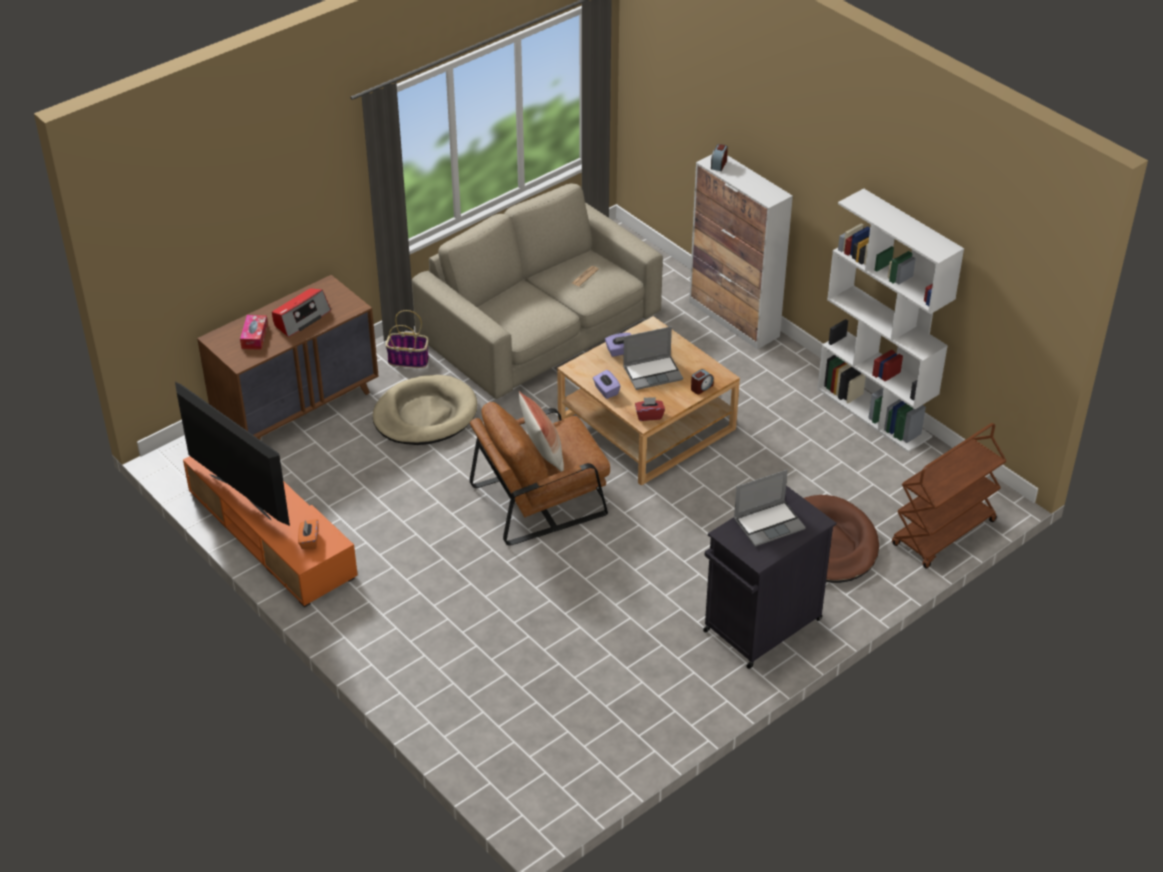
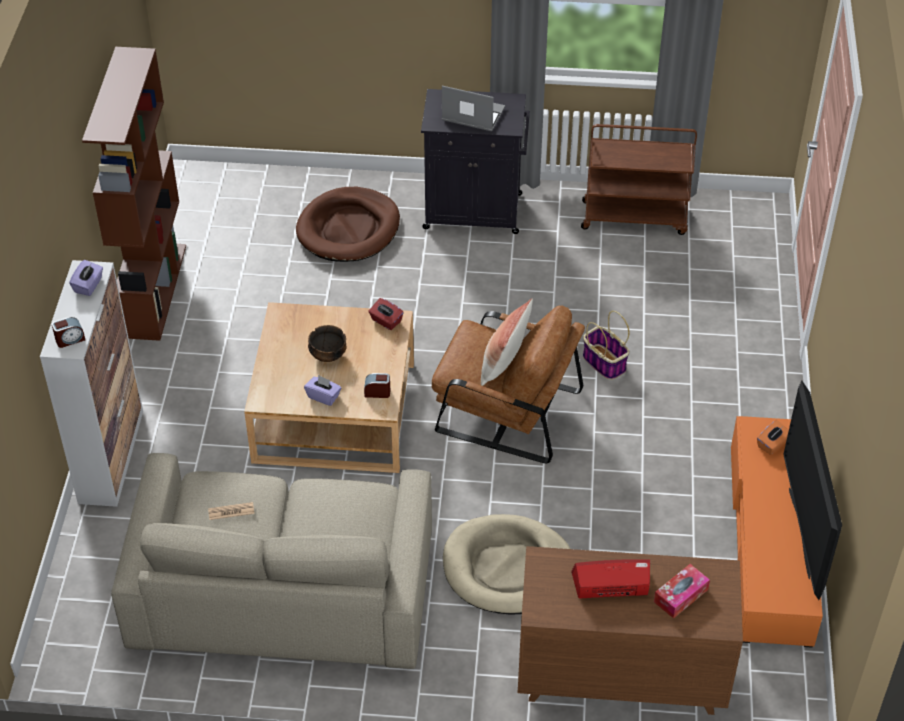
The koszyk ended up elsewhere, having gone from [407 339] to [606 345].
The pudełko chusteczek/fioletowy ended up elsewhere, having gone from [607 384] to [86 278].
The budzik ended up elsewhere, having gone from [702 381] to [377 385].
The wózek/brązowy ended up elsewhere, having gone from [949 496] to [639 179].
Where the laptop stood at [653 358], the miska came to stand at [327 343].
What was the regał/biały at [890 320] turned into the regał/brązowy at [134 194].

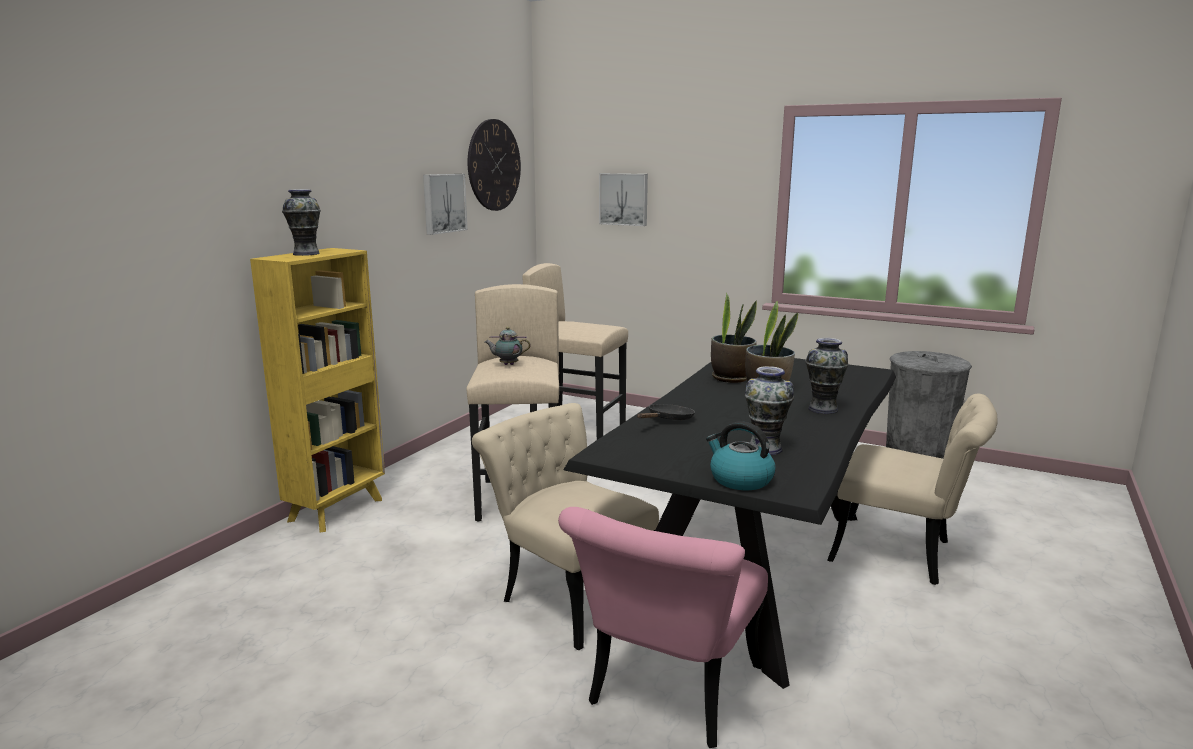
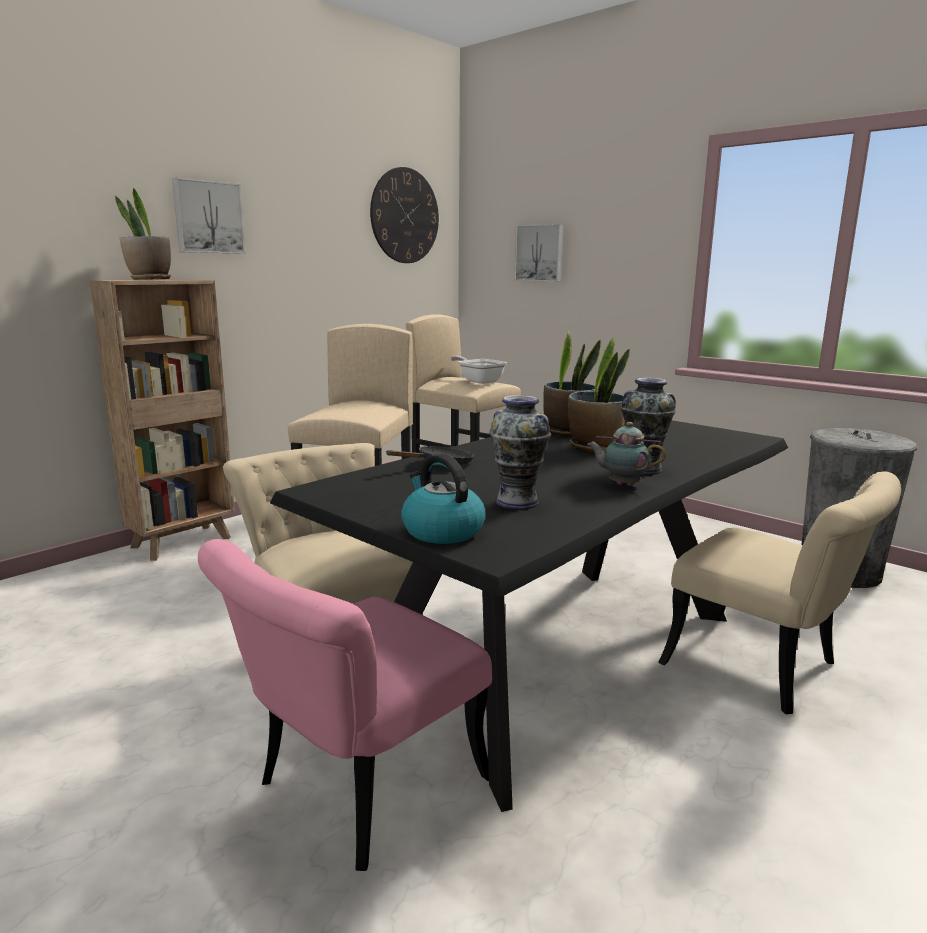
The second view gained the patelnia at [479 370].
The obraz ended up elsewhere, having gone from [445 204] to [209 216].
The imbryk ended up elsewhere, having gone from [508 346] to [626 454].
Where the wazon stood at [301 222], the roślina doniczkowa came to stand at [143 234].
What was the regał/żółty at [317 390] turned into the regał/brązowy at [162 420].

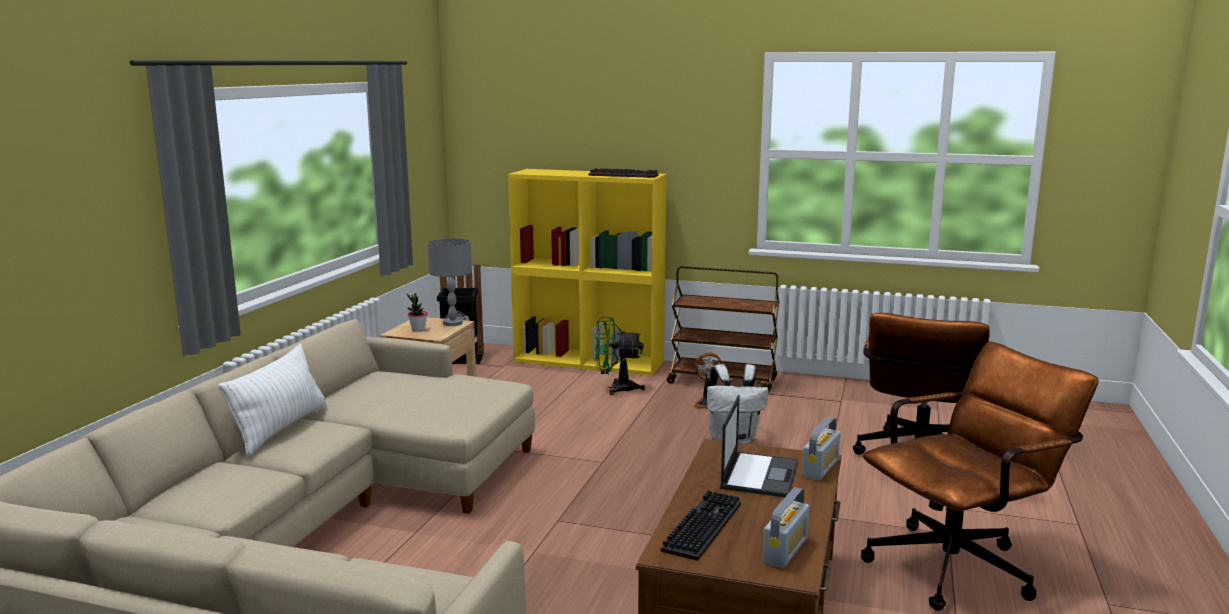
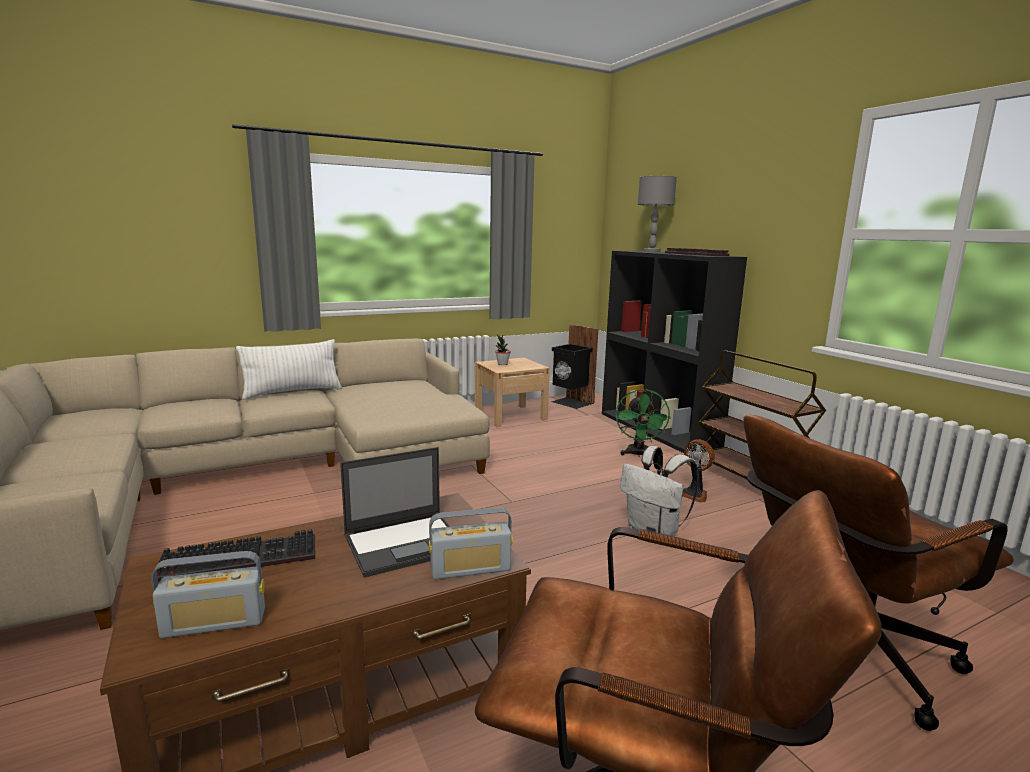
The lampa stołowa/szary ended up elsewhere, having gone from [450 282] to [657 214].
What was the regał/żółty at [587 272] turned into the regał/czarny at [674 352].
The wentylator/zielony at [619 356] ended up facing another way, 135 degrees counterclockwise from before.

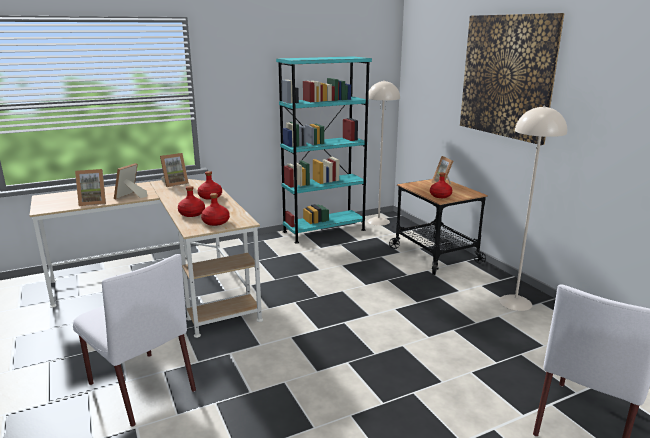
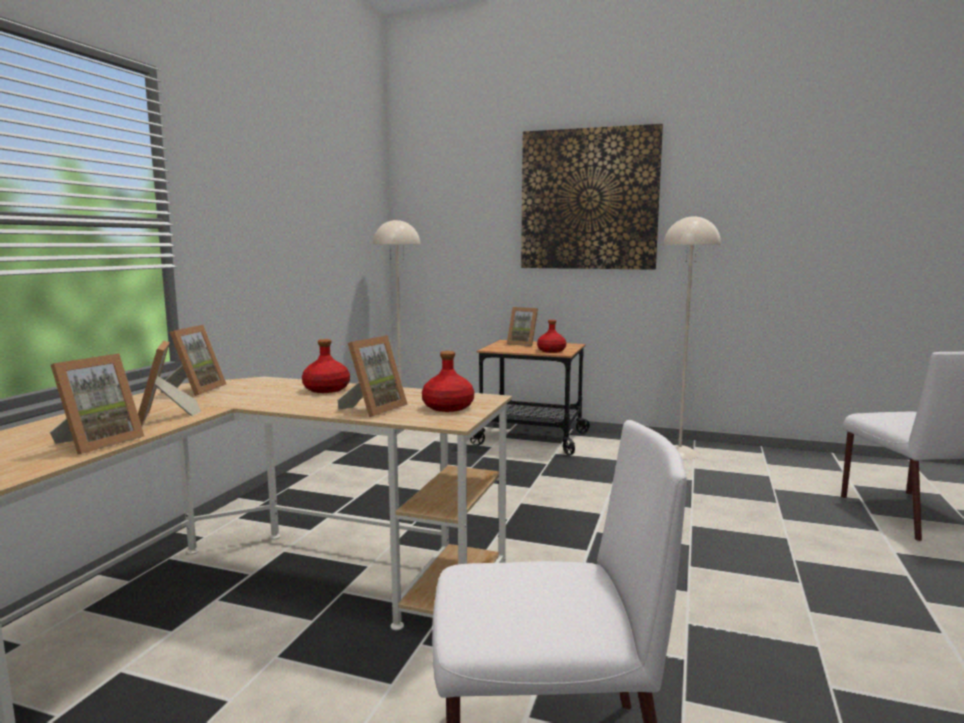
The second view lost the regał/turkusowy at [324 150].
Where the butelka/czerwony stood at [191 201], the ramka na zdjęcie came to stand at [372 376].

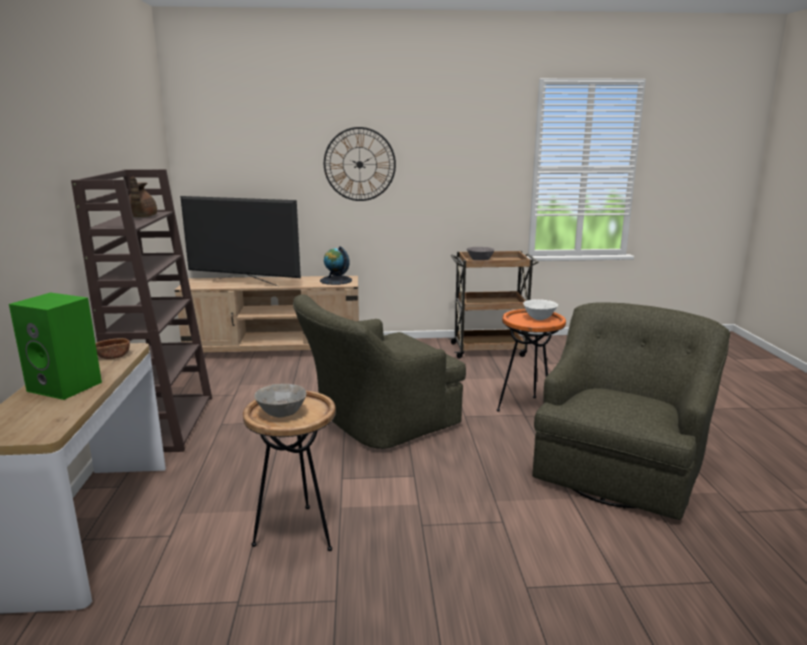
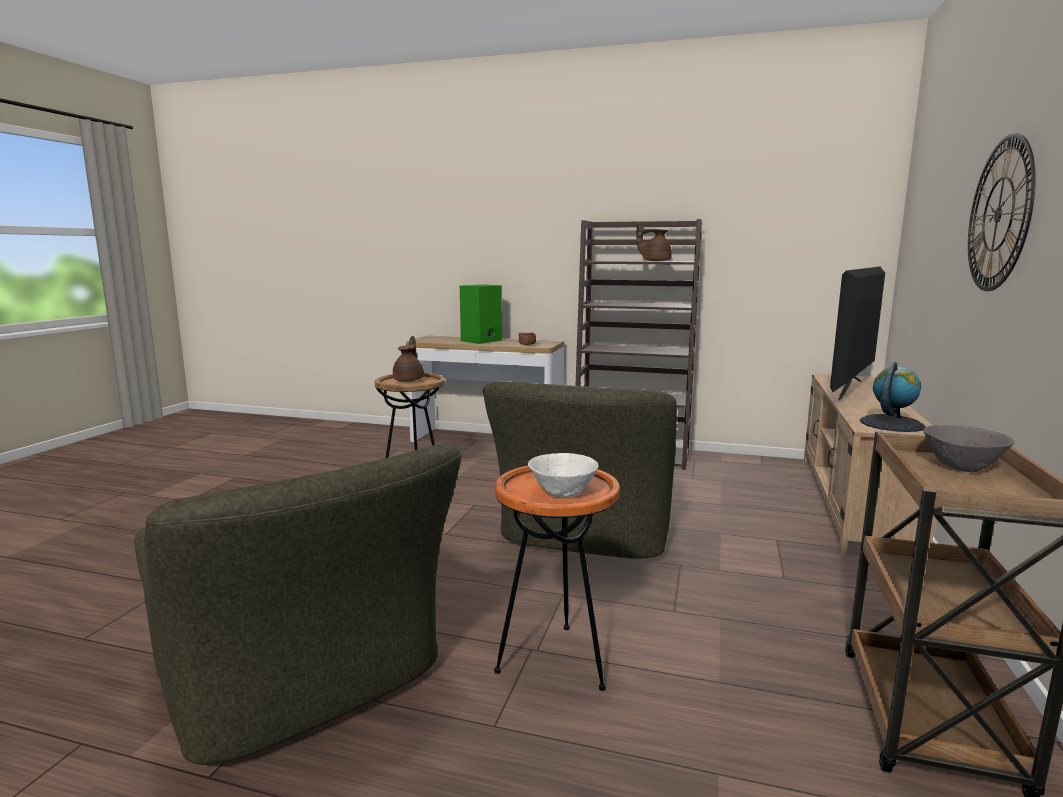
Where the miska/szary stood at [280 401], the imbryk/brązowy came to stand at [408 358].
The fotel/zielony at [379 371] ended up facing another way, 150 degrees counterclockwise from before.

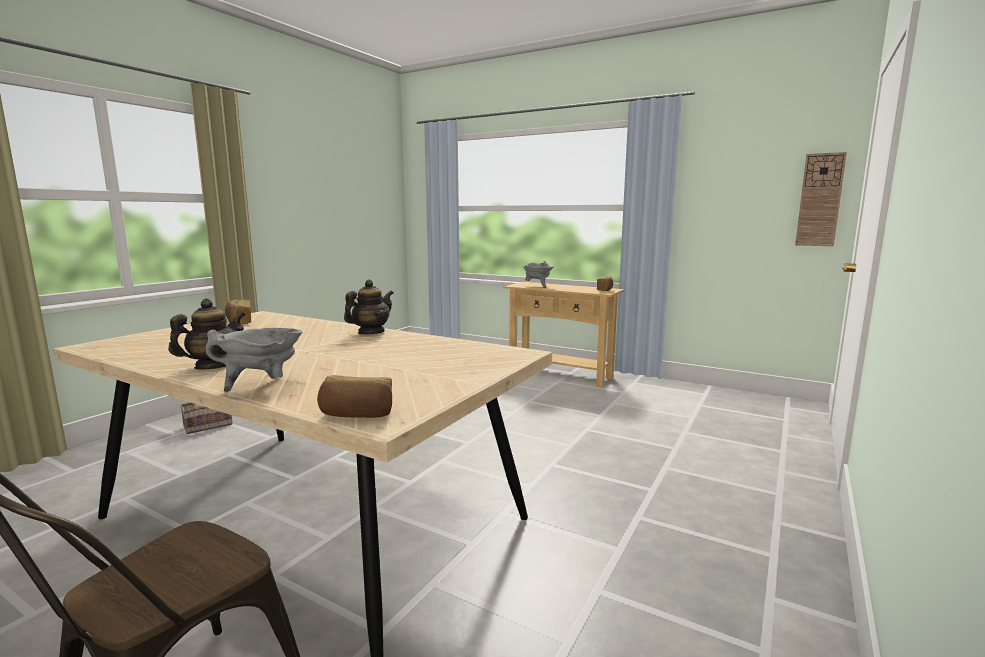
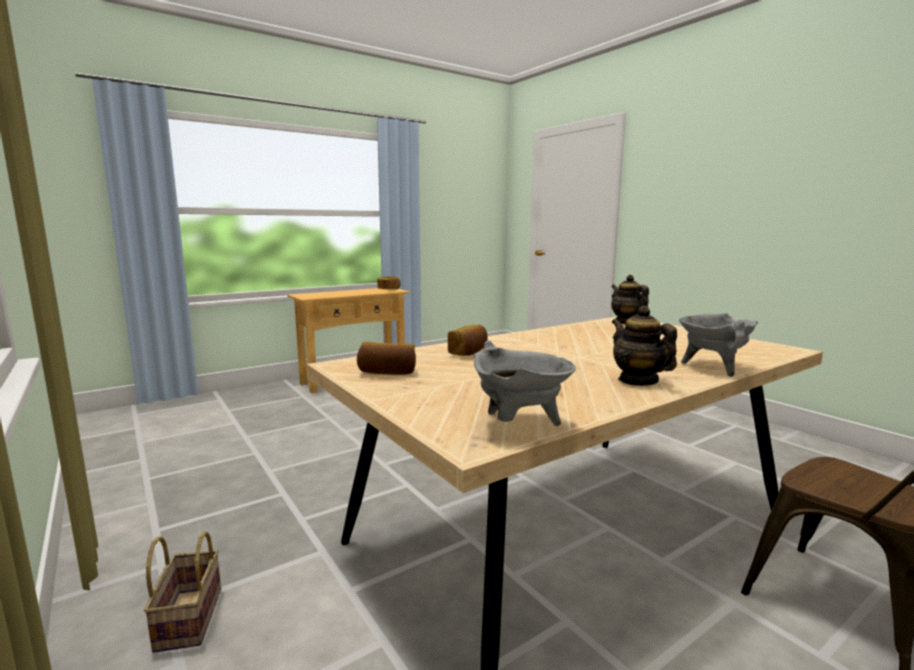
The second view lost the zegar ścienny at [821 199].
The chleb ended up elsewhere, having gone from [354 396] to [468 340].
The imbryk ended up elsewhere, having gone from [368 306] to [630 299].
The garnek/szary ended up elsewhere, having gone from [538 274] to [525 383].

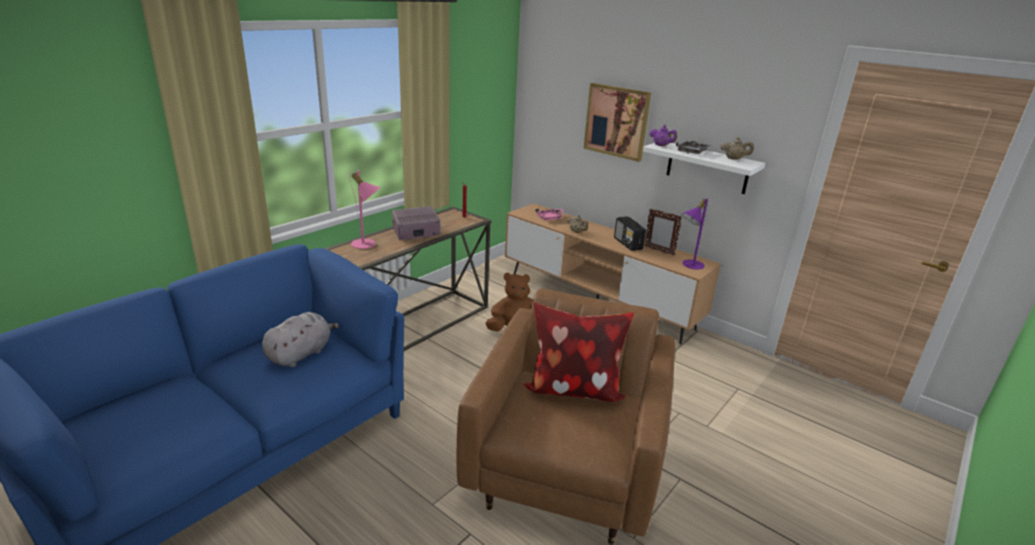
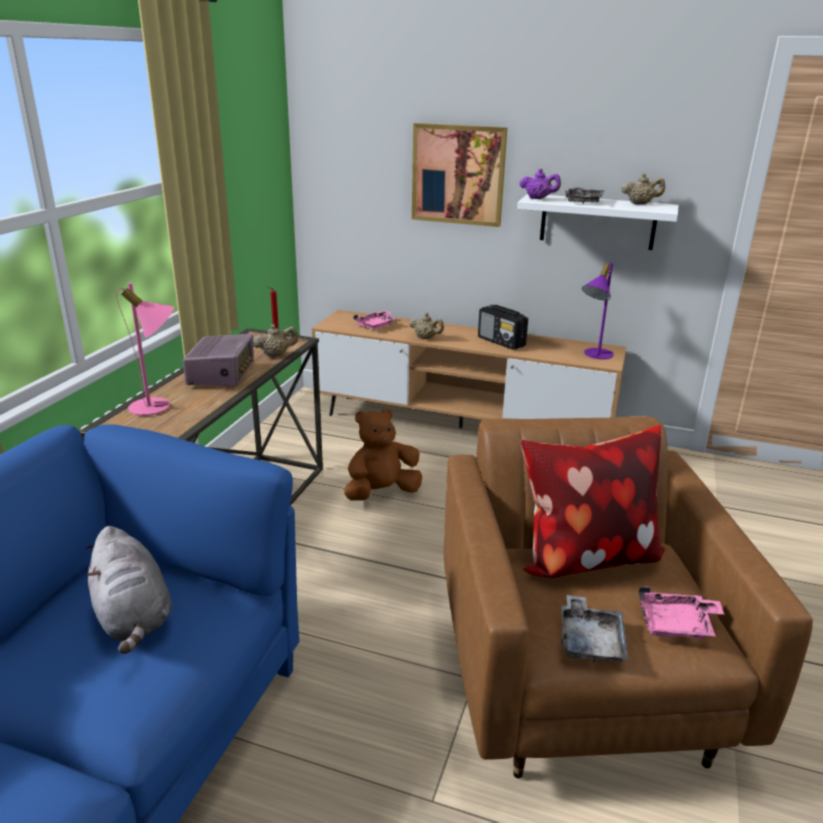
The second view lost the ramka na zdjęcie at [663 231].
The second view gained the imbryk/beżowy at [275 340].
The second view gained the taca/szary at [594 629].
The second view gained the taca/różowy at [681 612].
The pluszak/szary at [300 339] ended up facing another way, 135 degrees clockwise from before.
The radio at [416 223] ended up facing another way, 135 degrees clockwise from before.

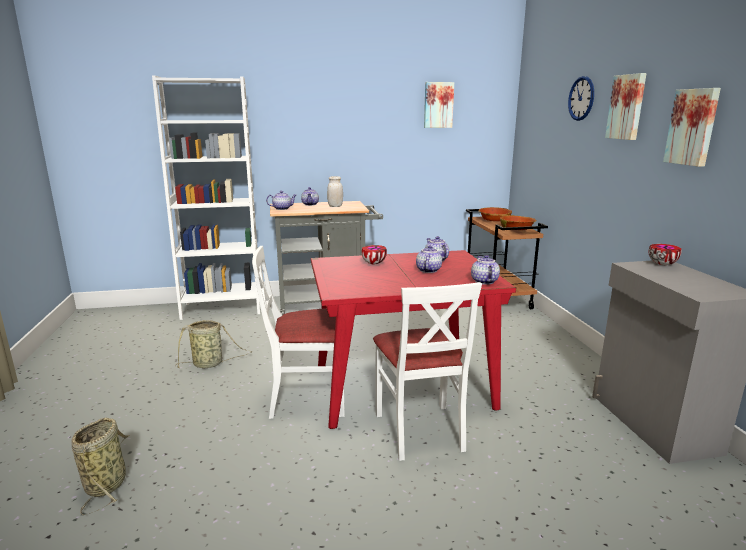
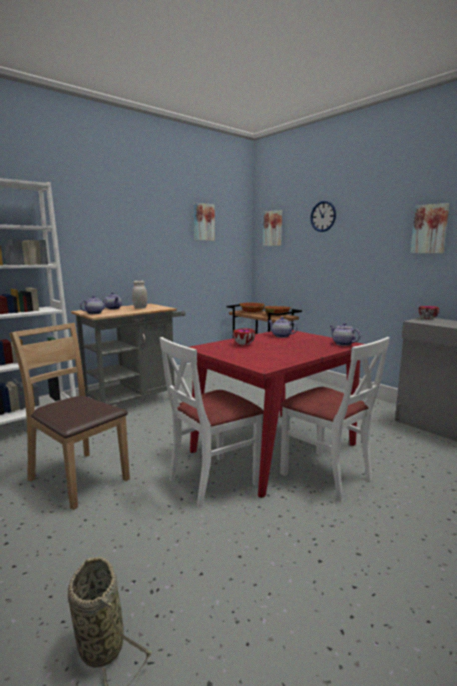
The second view lost the imbryk at [429 259].
The obraz ended up elsewhere, having gone from [626 106] to [272 228].
Where the koszyk stood at [213 344], the krzesło/brązowy came to stand at [69 416].

